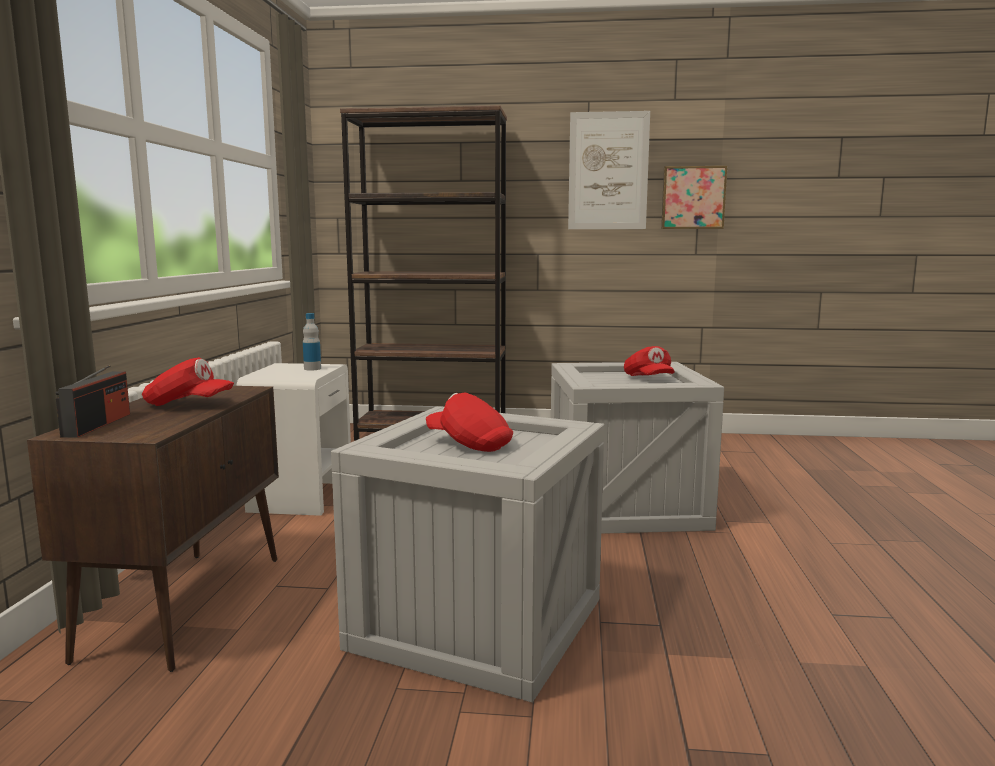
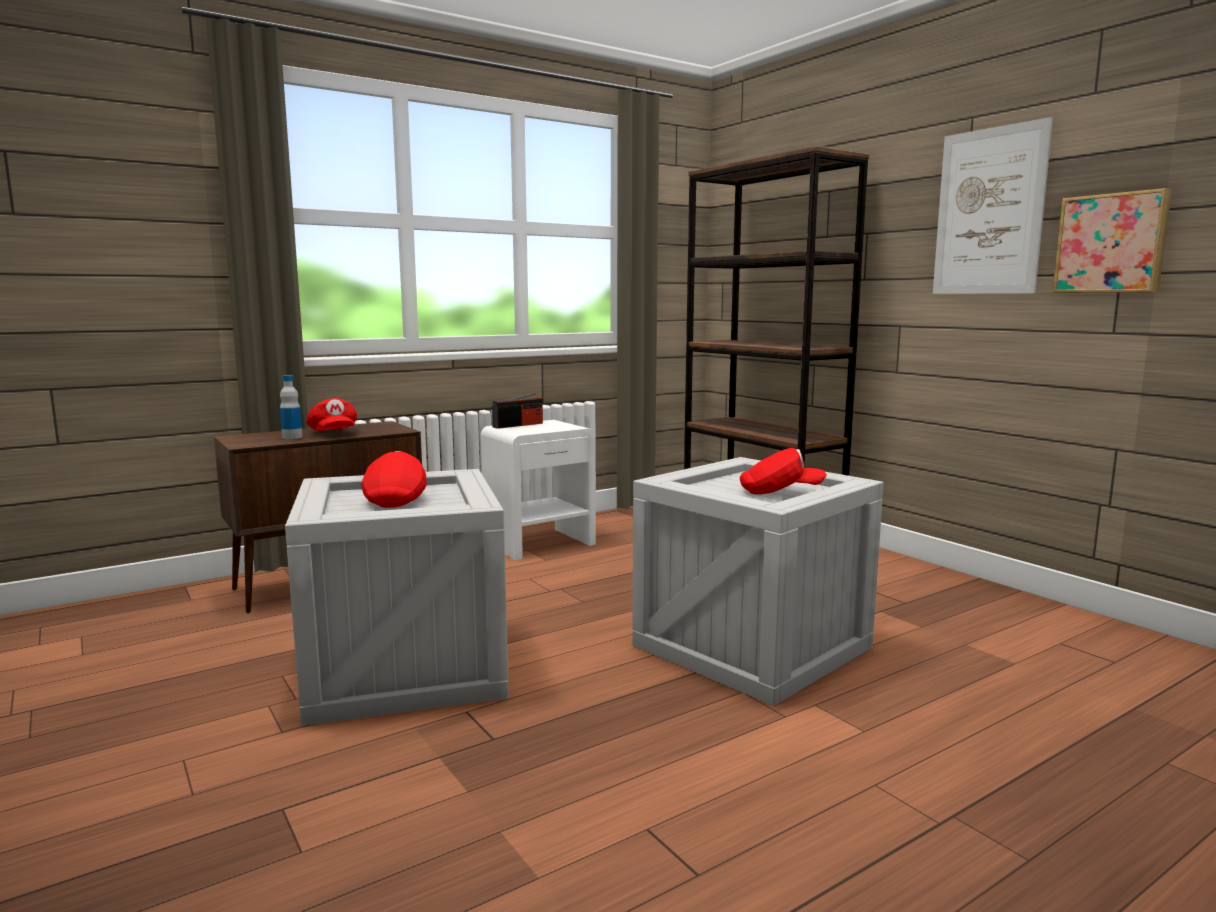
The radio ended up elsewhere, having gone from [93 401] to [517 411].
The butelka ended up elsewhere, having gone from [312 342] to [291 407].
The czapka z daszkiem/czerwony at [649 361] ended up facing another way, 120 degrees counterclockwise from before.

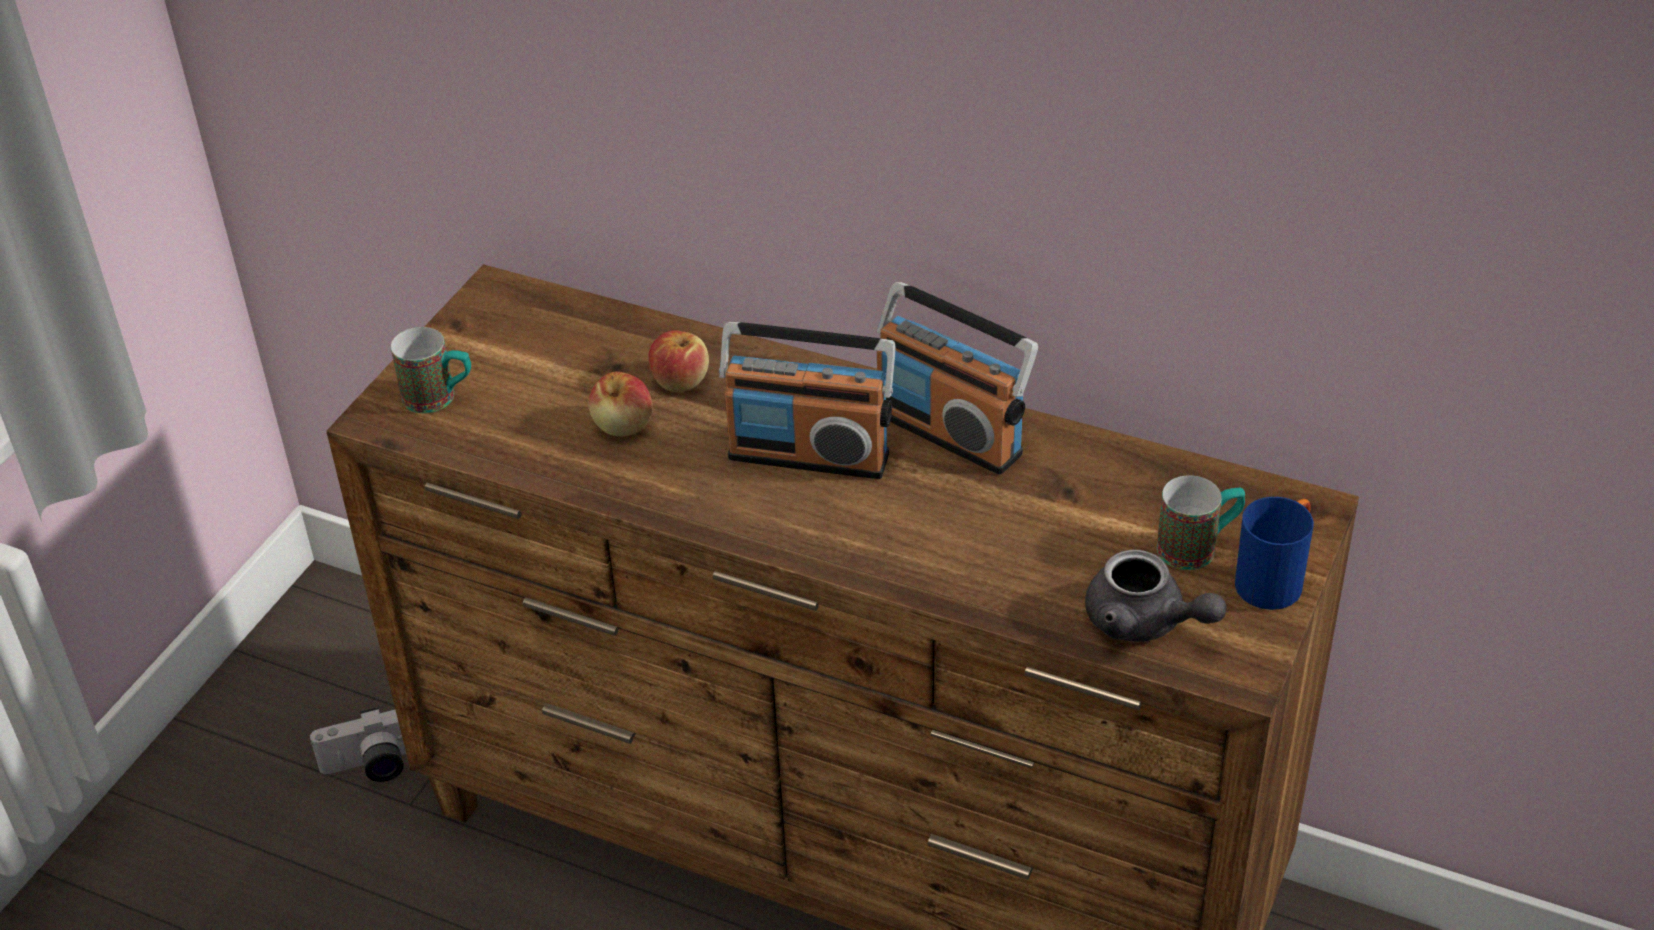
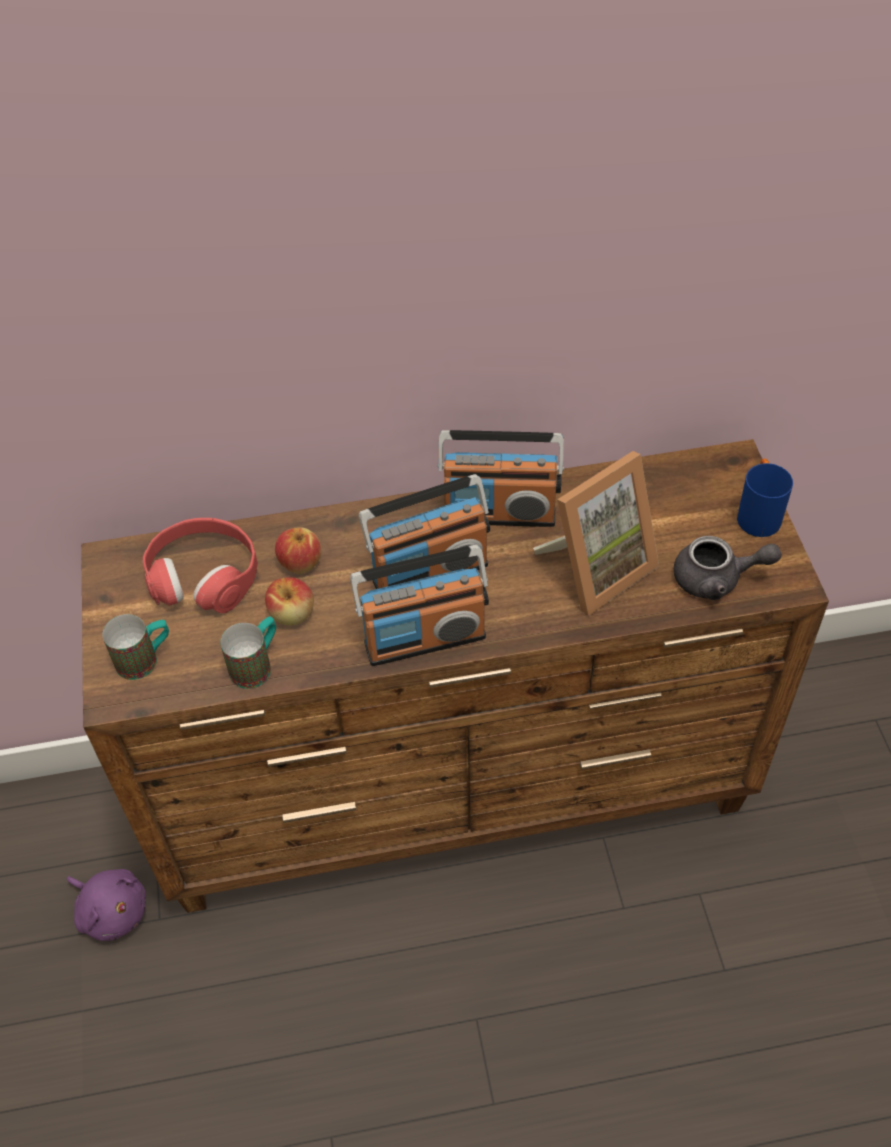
The second view gained the słuchawki/czerwony at [200 565].
The second view gained the radio at [419 605].
The second view gained the ramka na zdjęcie at [596 533].
The kubek ended up elsewhere, having gone from [1201 522] to [248 652].
Where the aparat fotograficzny stood at [358 744], the pluszak/fioletowy came to stand at [106 905].

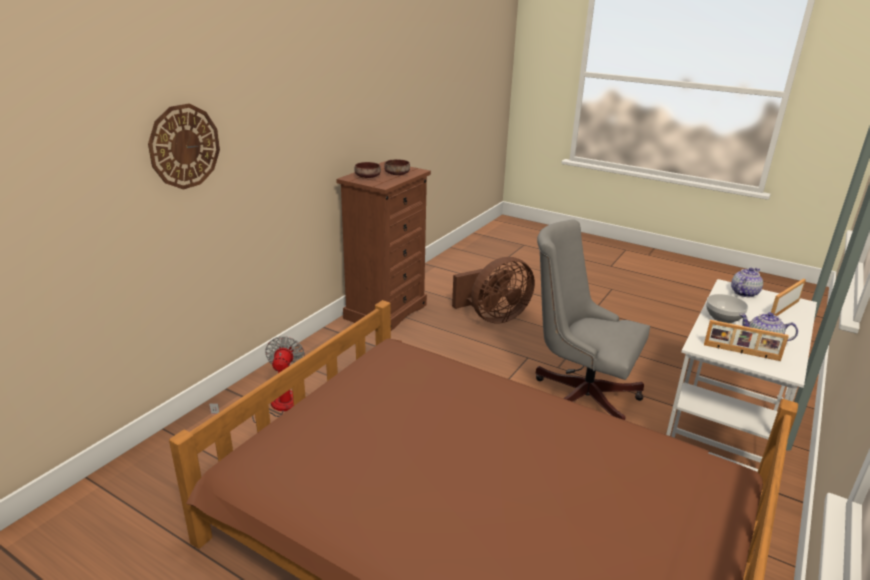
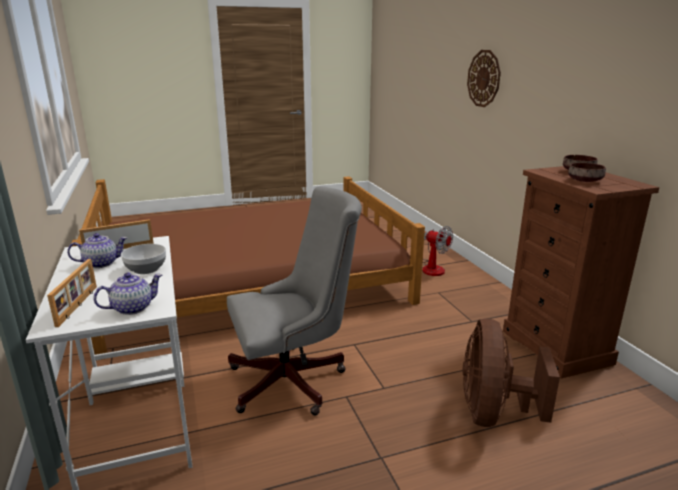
The imbryk at [747 282] ended up facing another way, 120 degrees counterclockwise from before.

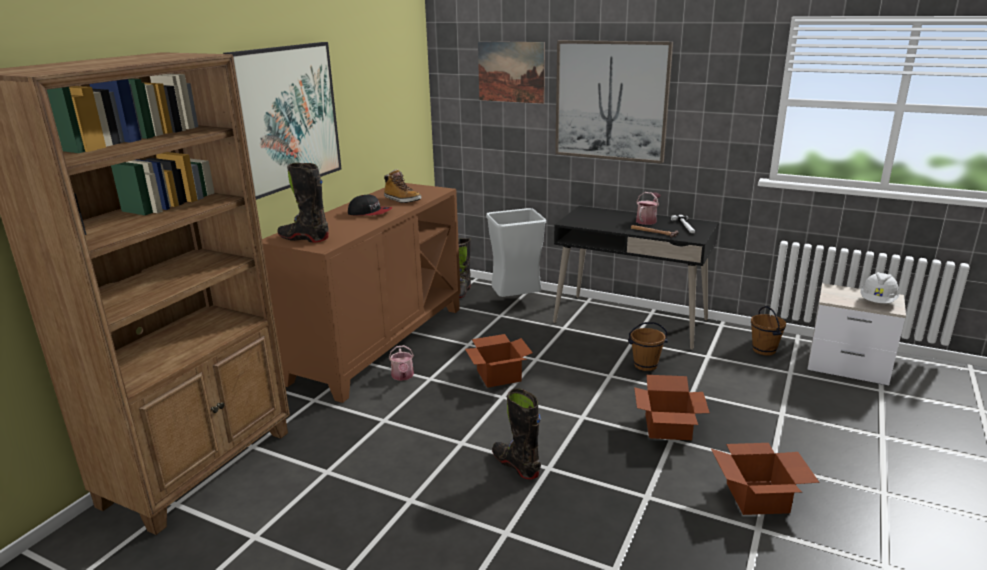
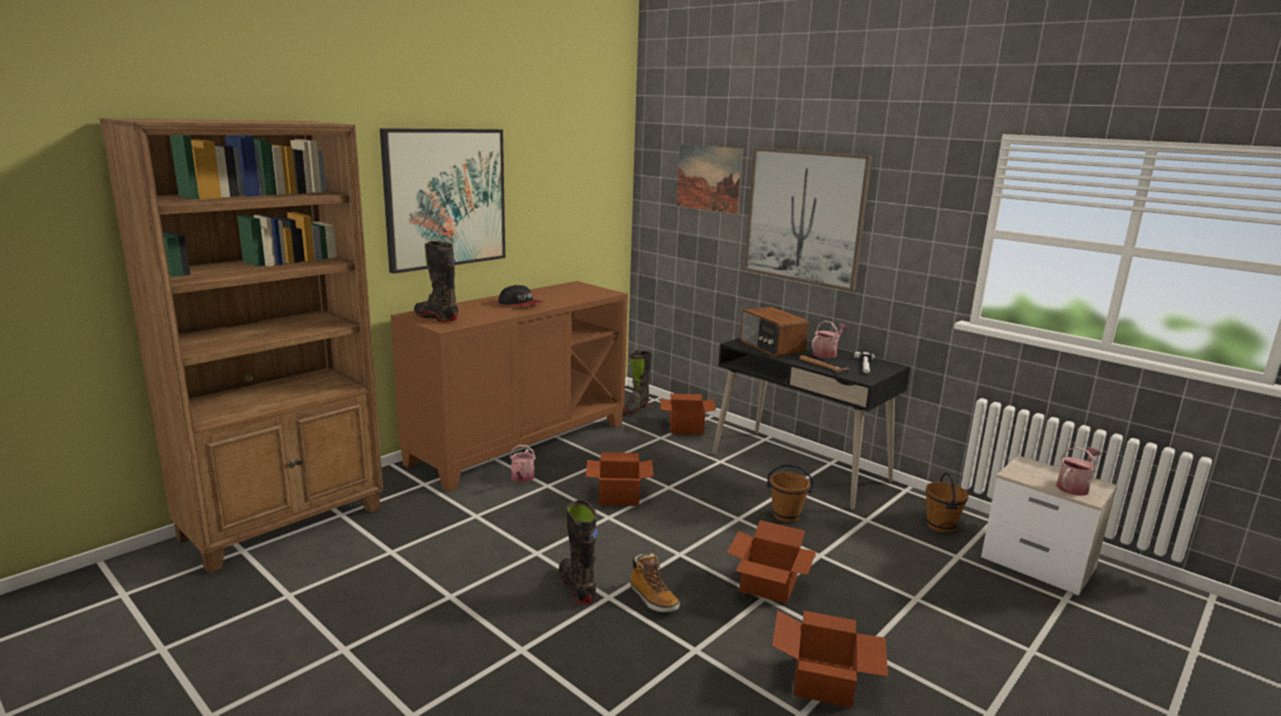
The second view gained the radio at [774 332].
The but z cholewką ended up elsewhere, having gone from [403 186] to [655 582].
Where the kosz na śmieci/szary stood at [516 252], the karton came to stand at [688 414].
Where the kask/biały stood at [880 287], the konewka came to stand at [1078 471].

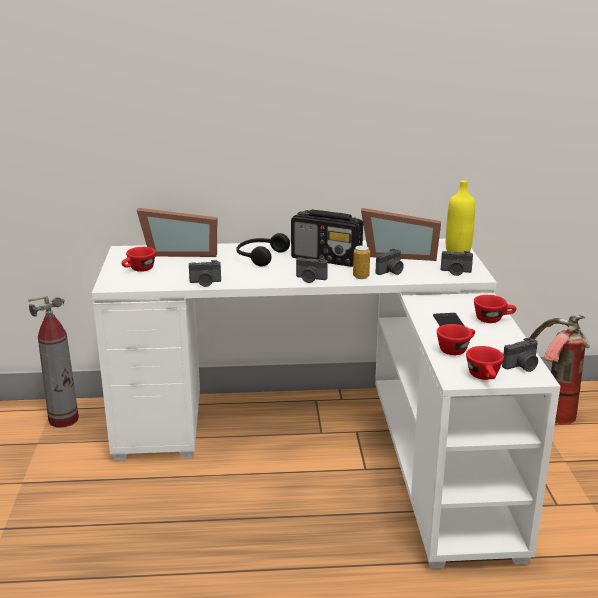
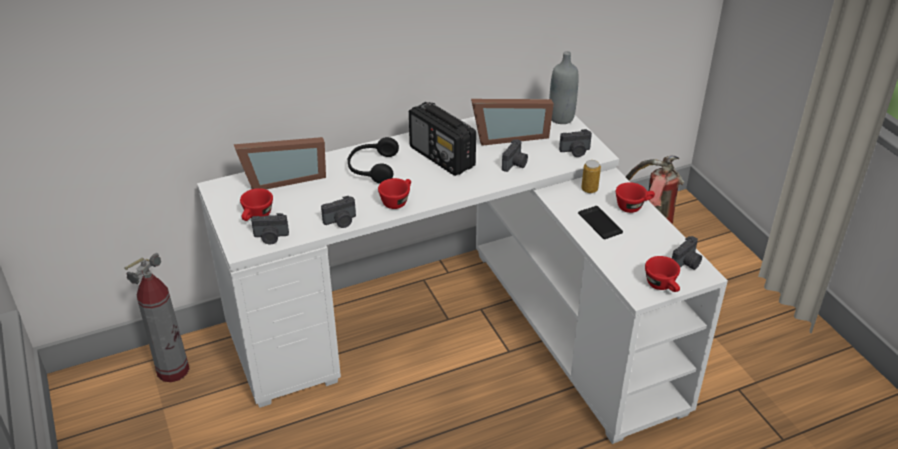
The aparat fotograficzny ended up elsewhere, having gone from [312 270] to [270 229].
The puszka ended up elsewhere, having gone from [361 262] to [591 176].
The filiżanka/czerwony ended up elsewhere, having gone from [456 339] to [394 193].
What was the butelka/żółty at [460 216] turned into the butelka/szary at [564 87].
The radio at [327 238] ended up facing another way, 45 degrees clockwise from before.

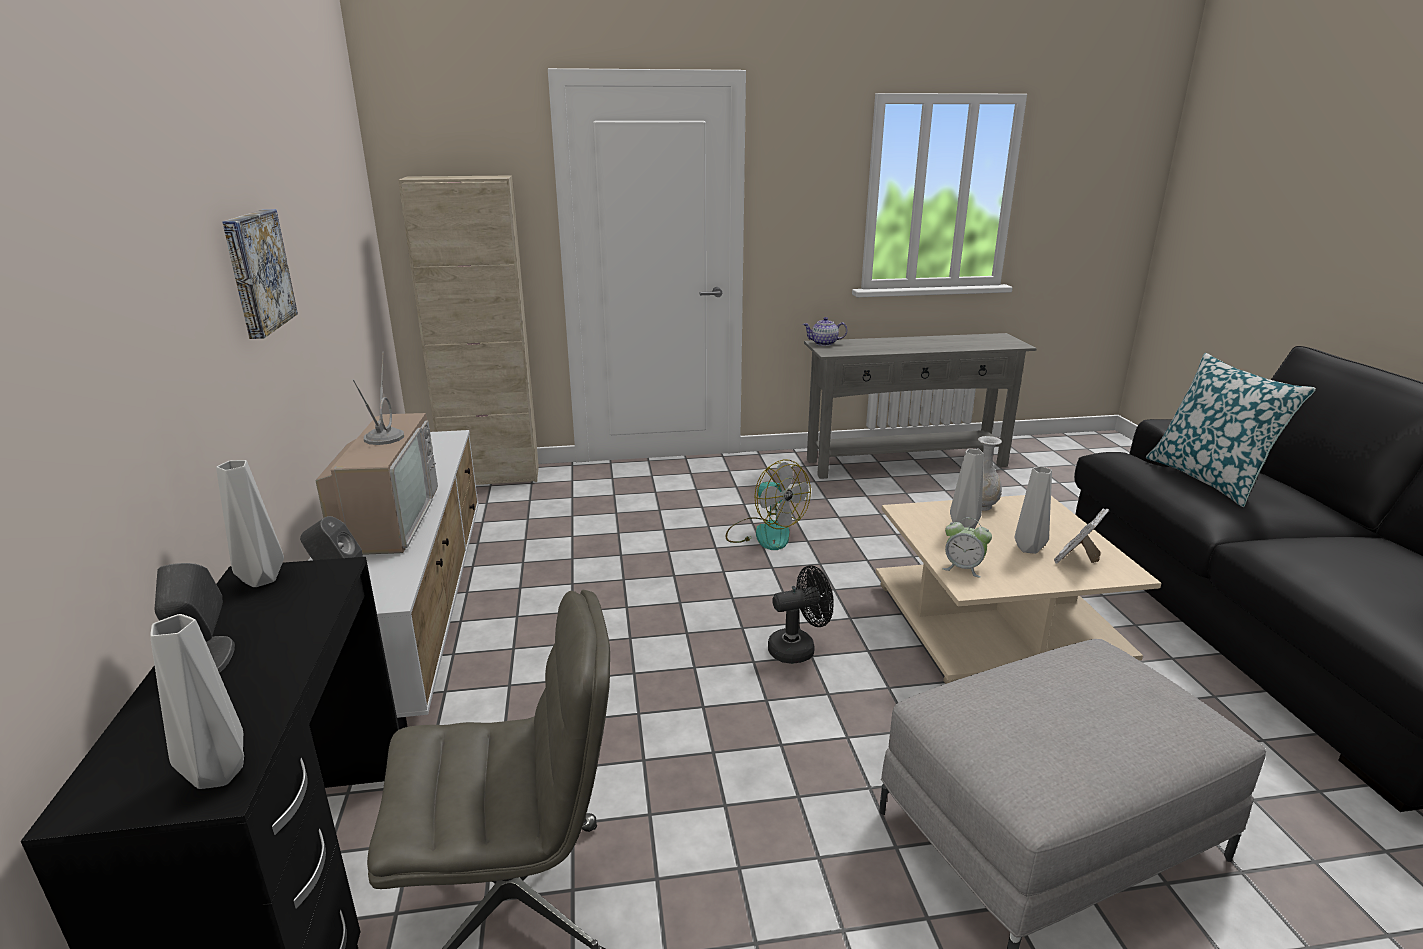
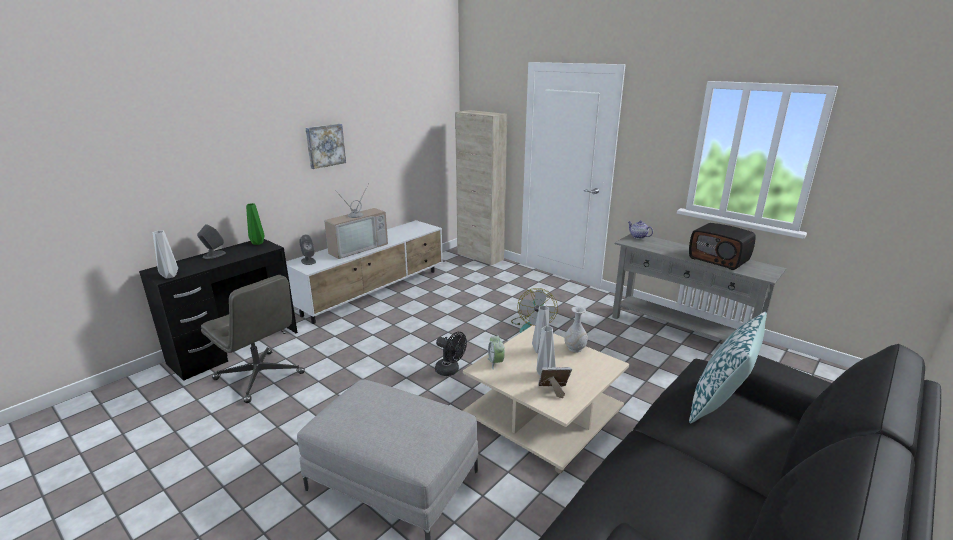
The second view gained the radio at [722 246].
What was the wazon/szary at [250 523] turned into the wazon/zielony at [255 224].

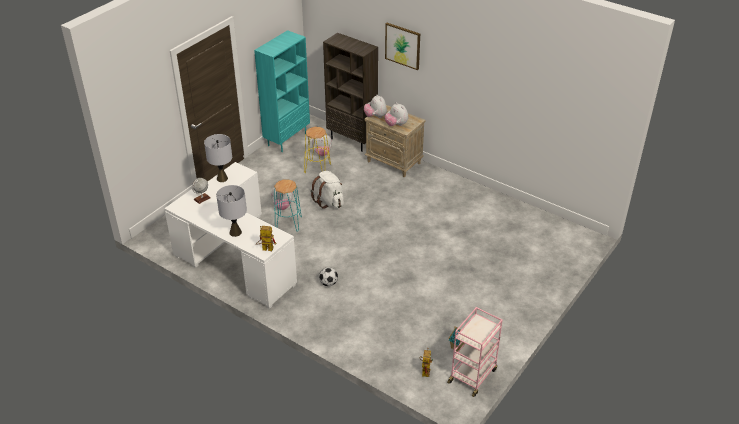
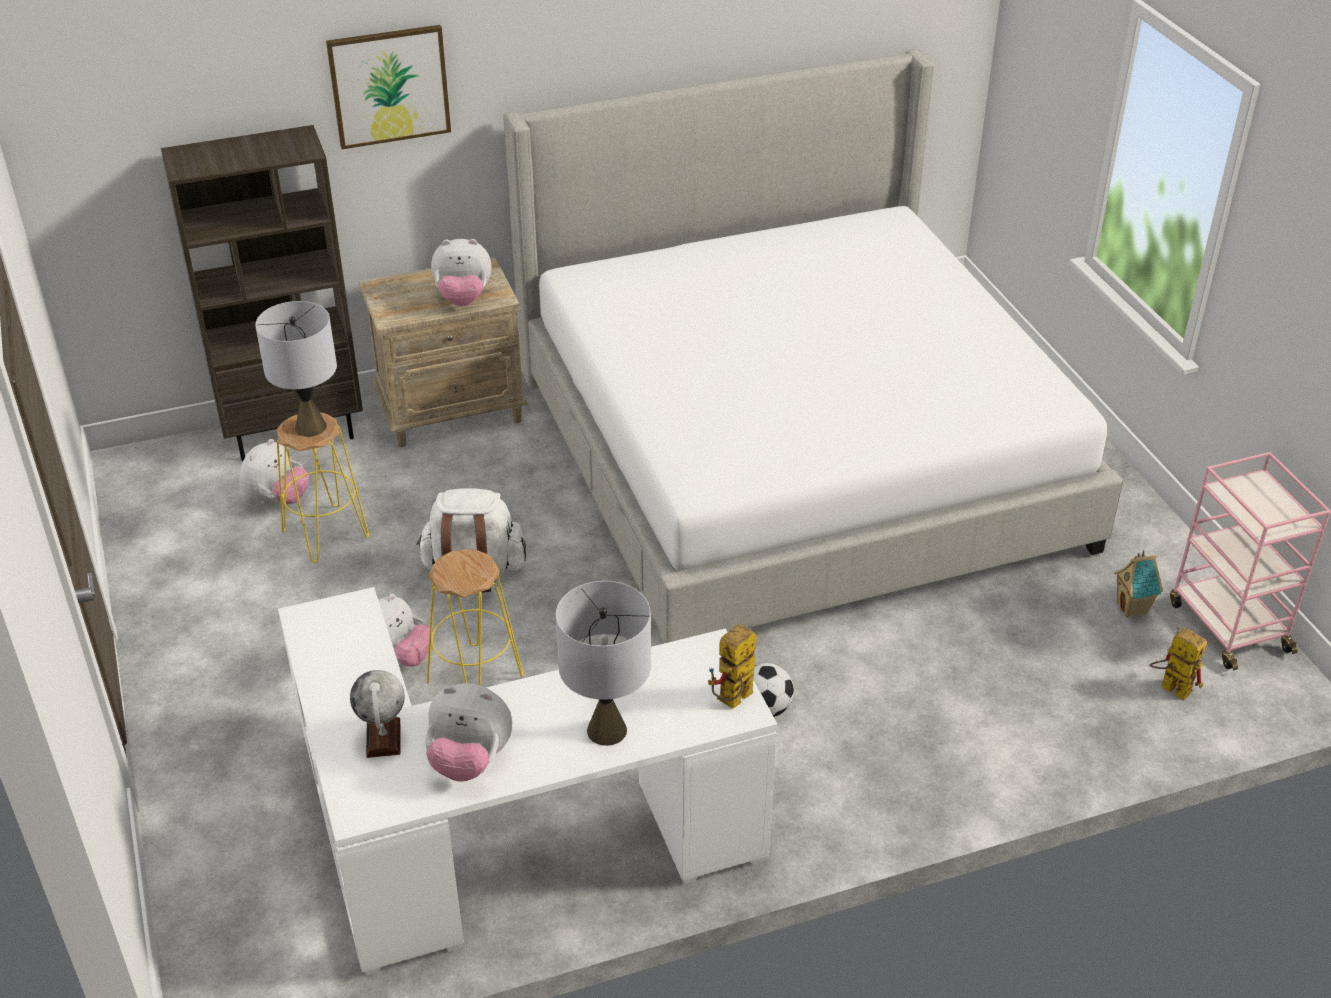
The second view lost the regał/turkusowy at [282 91].
The second view gained the łóżko at [813 346].
The lampa stołowa/szary ended up elsewhere, having gone from [218 158] to [296 369].
The pluszak ended up elsewhere, having gone from [375 106] to [468 732].
What was the stołek/turkusowy at [288 205] turned into the stołek/żółty at [475 617].

